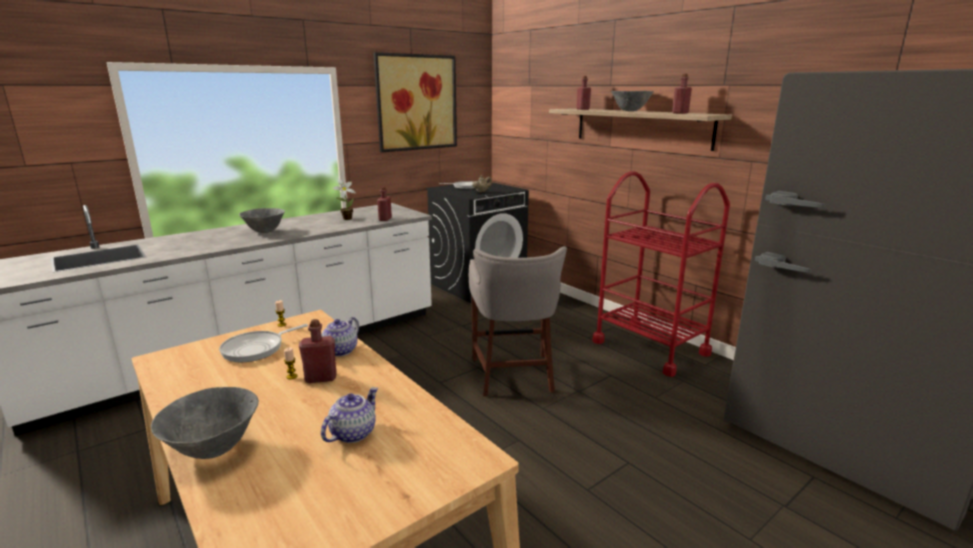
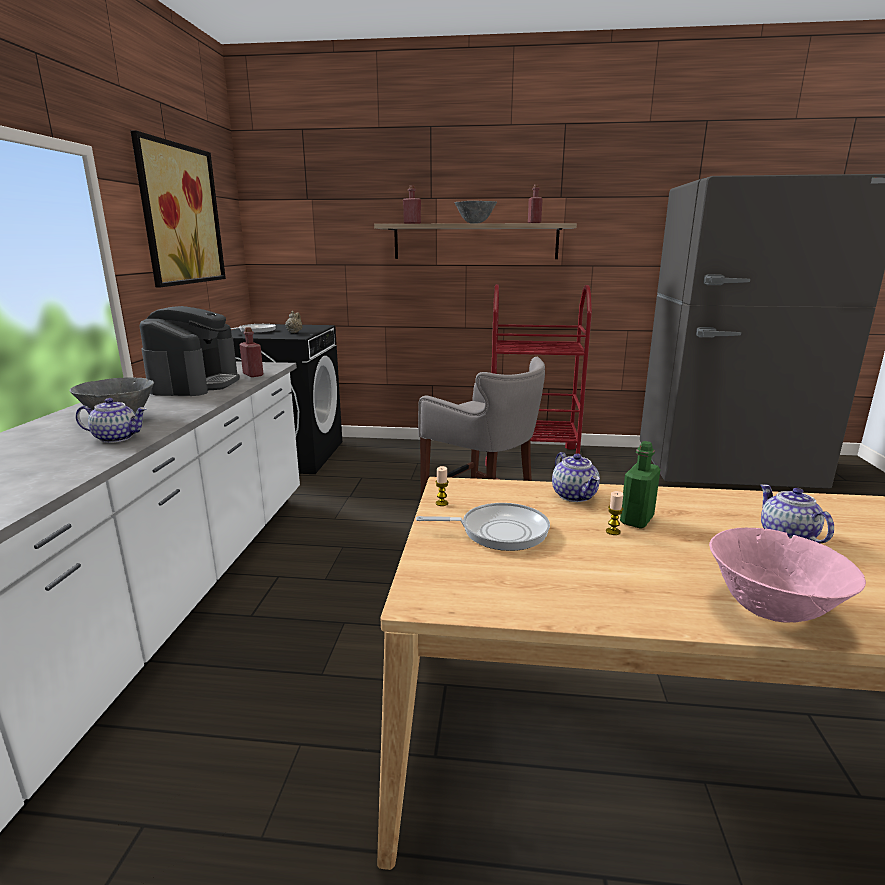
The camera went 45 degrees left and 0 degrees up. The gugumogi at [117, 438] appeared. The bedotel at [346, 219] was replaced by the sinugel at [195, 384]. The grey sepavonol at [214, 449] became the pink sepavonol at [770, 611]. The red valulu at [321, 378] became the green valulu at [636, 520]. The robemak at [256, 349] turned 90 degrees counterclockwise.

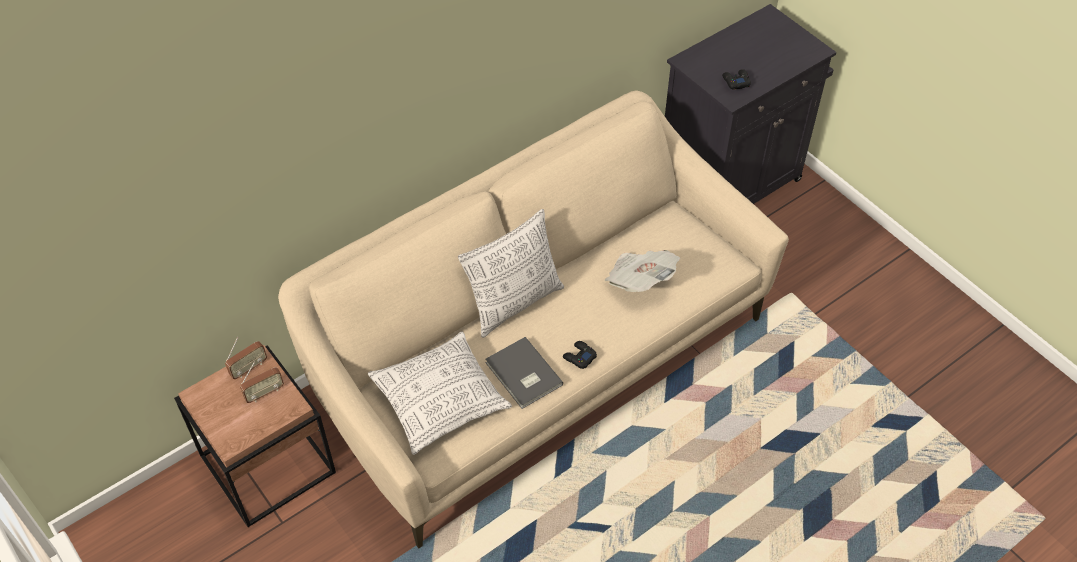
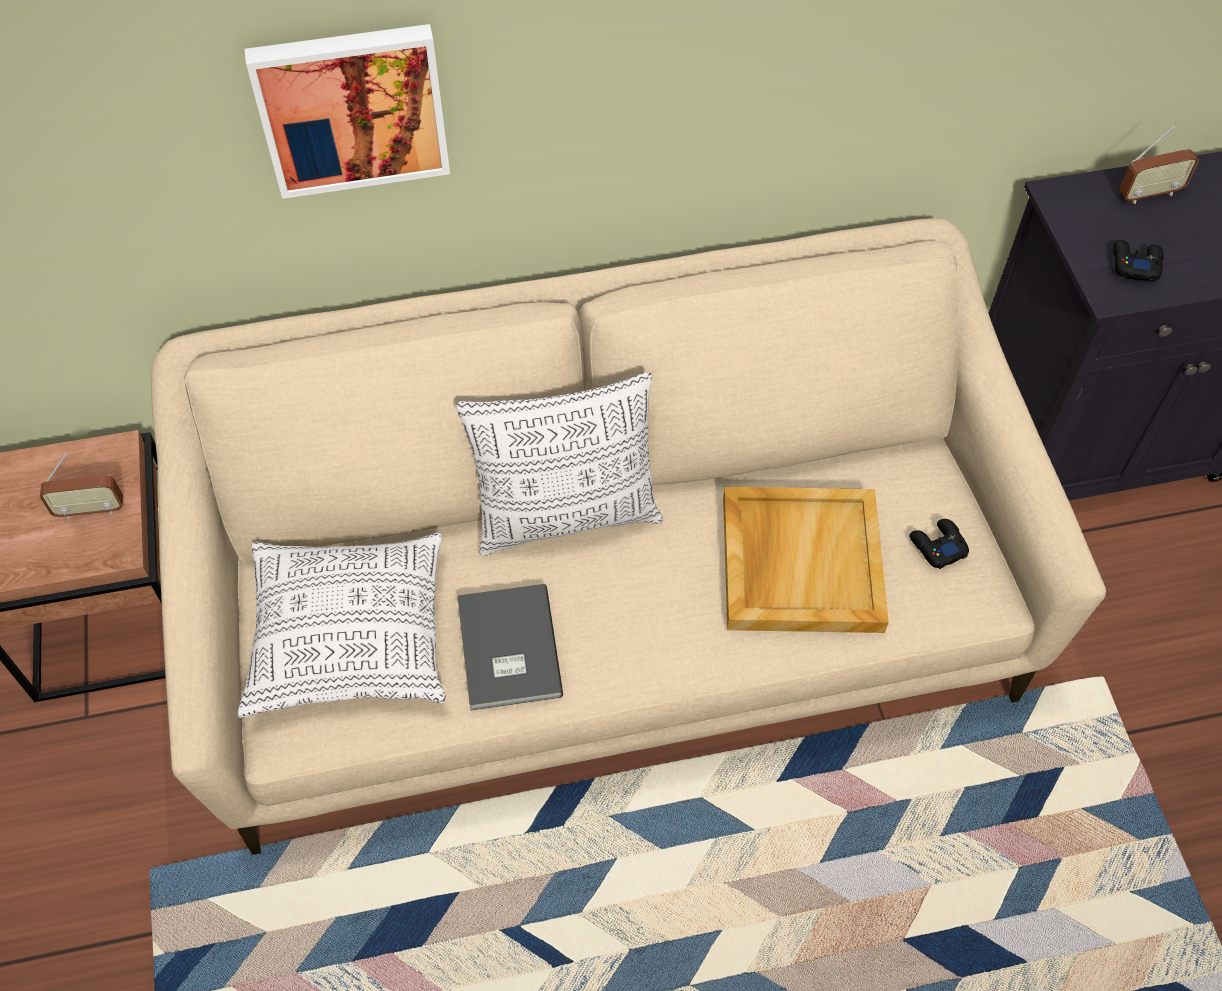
The camera went 25 degrees right and 5 degrees up. The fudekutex at [351, 107] appeared. The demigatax moved from [249, 368] to [1149, 194]. The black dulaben moved from [579, 357] to [937, 546]. The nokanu at [640, 280] was replaced by the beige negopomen at [799, 562].

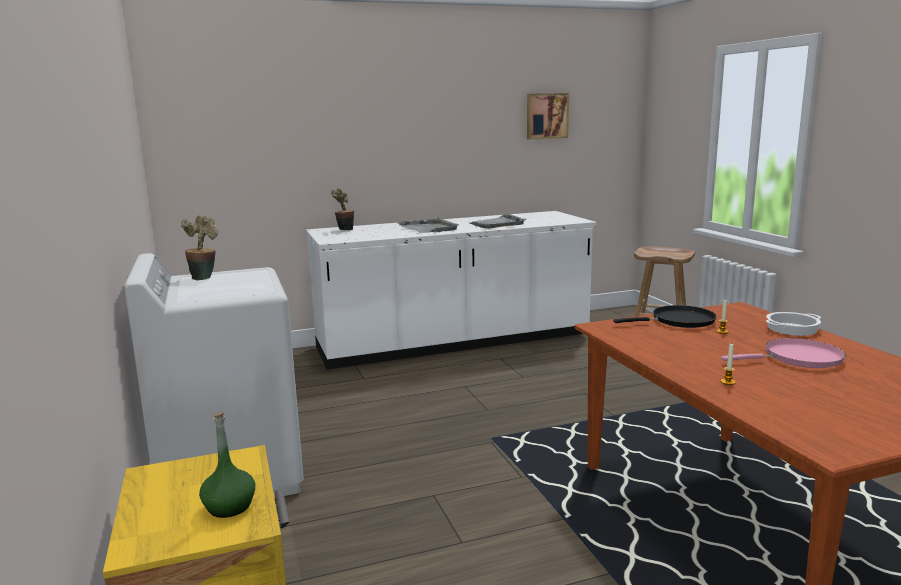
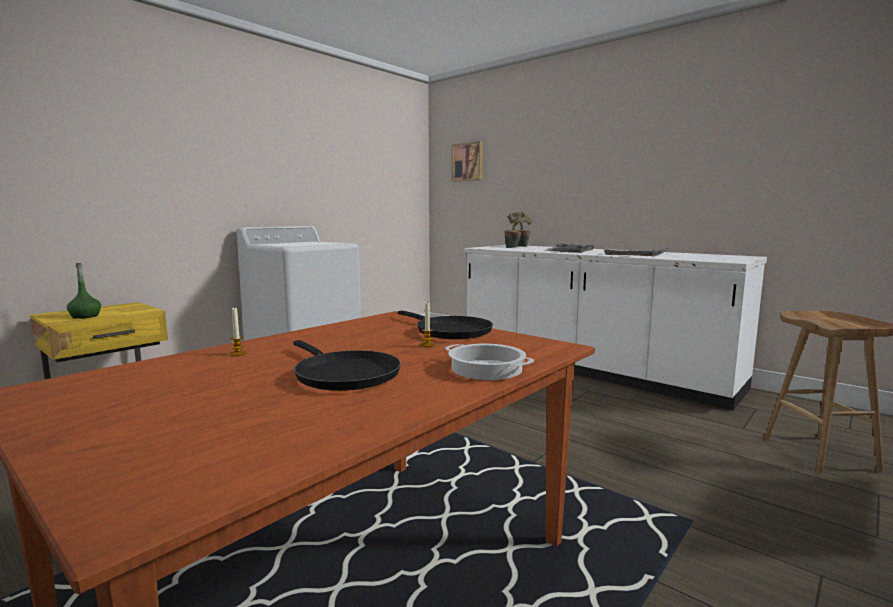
The camera went 60 degrees right and 5 degrees down. The bedotel moved from [204, 277] to [513, 247]. The fudekutex moved from [546, 116] to [468, 162]. The pink robemak at [798, 358] became the black robemak at [343, 374].

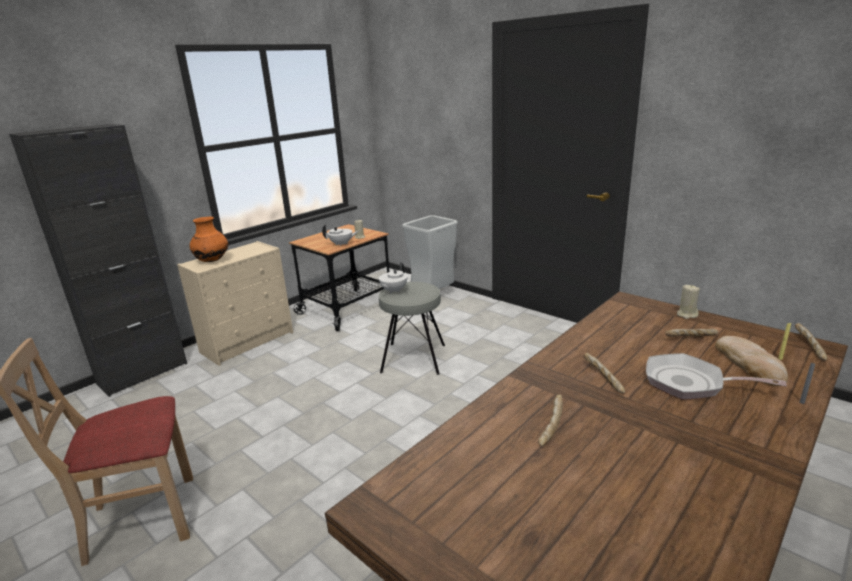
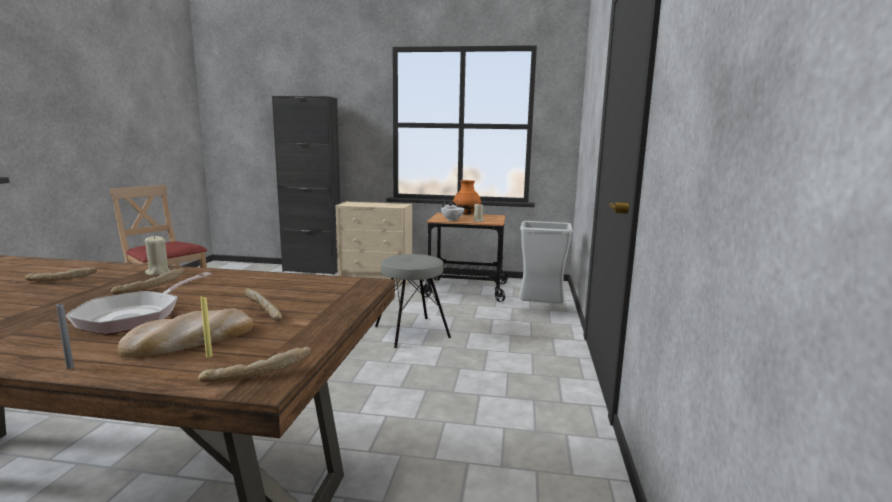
The camera went 55 degrees right and 10 degrees down. The white gugumogi at [393, 291] disappeared. The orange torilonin moved from [212, 261] to [466, 214]. The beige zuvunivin moved from [687, 314] to [158, 273]. The robemak at [690, 383] turned 150 degrees counterclockwise.

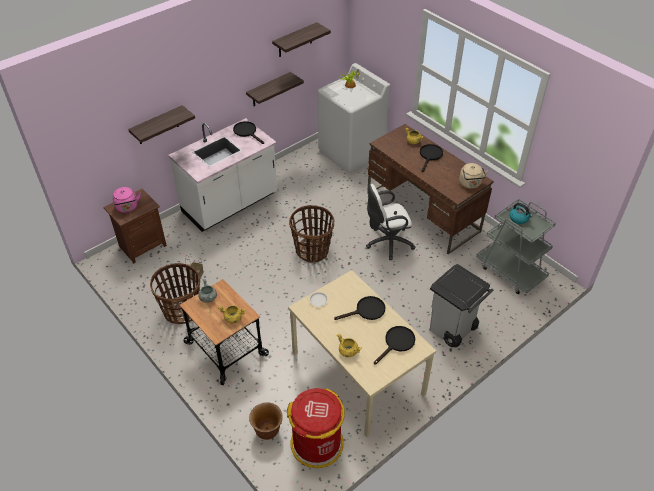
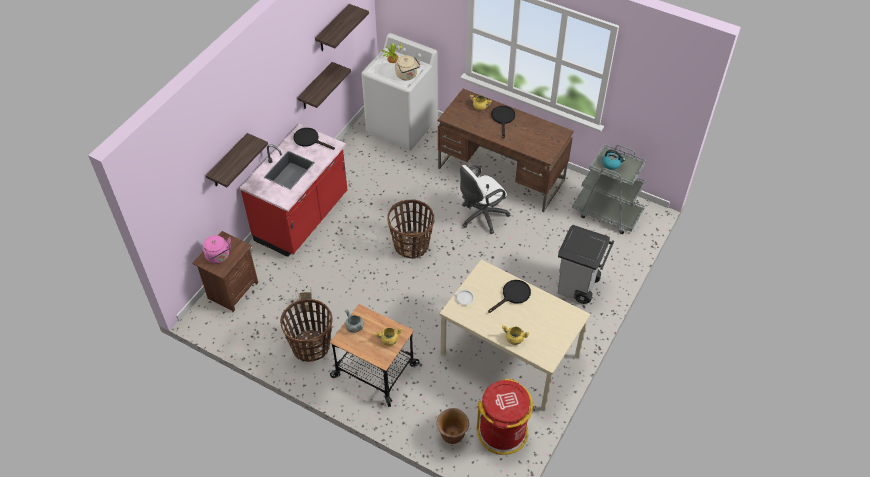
The camera went 20 degrees left and 5 degrees up. The black robemak at [397, 343] disappeared. The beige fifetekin moved from [470, 184] to [407, 76]. The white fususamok at [230, 204] became the red fususamok at [302, 218].

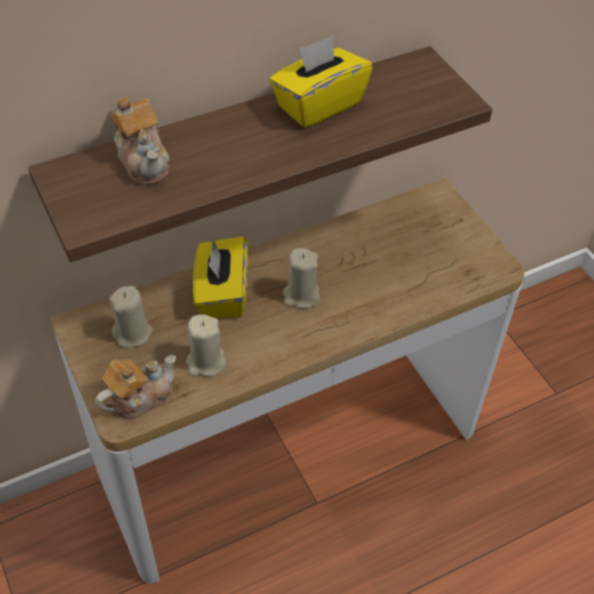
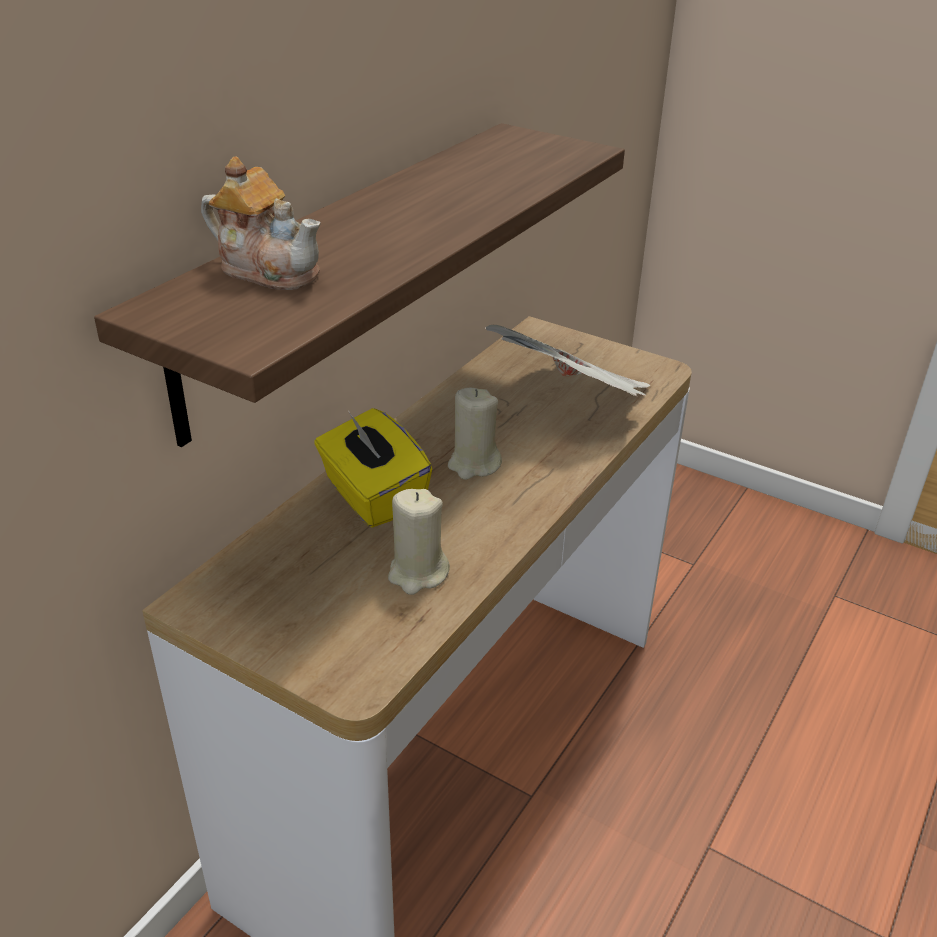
The camera went 30 degrees left and 15 degrees down. The gugumogi at [139, 397] disappeared. The beige zuvunivin at [133, 333] disappeared. The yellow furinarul at [318, 105] disappeared. The nokanu at [571, 401] appeared.

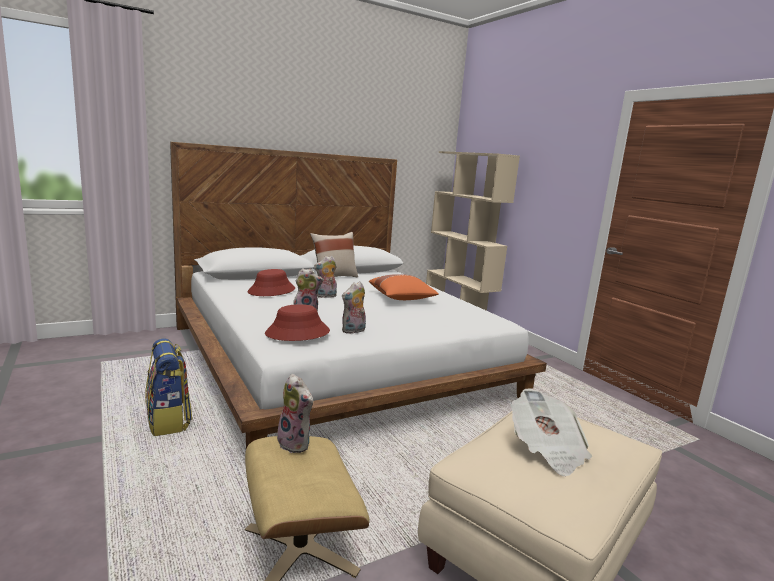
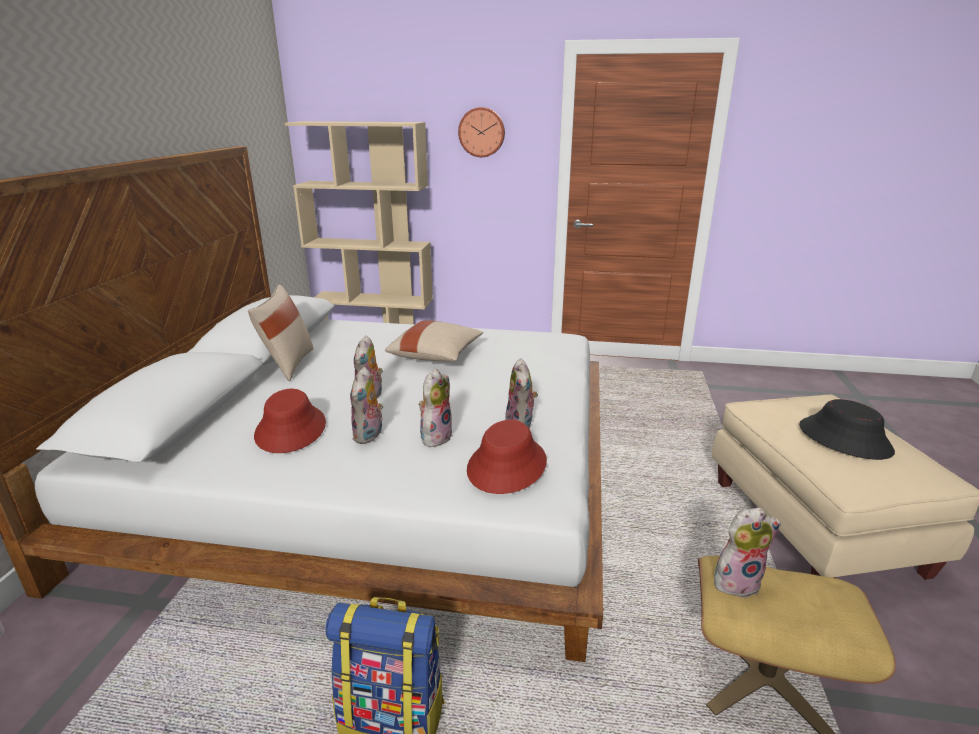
The camera went 50 degrees left and 10 degrees up. The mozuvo at [369, 436] appeared. The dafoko at [482, 132] appeared. The nokanu at [547, 450] was replaced by the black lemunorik at [844, 438]. The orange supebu at [402, 298] became the beige supebu at [436, 355].

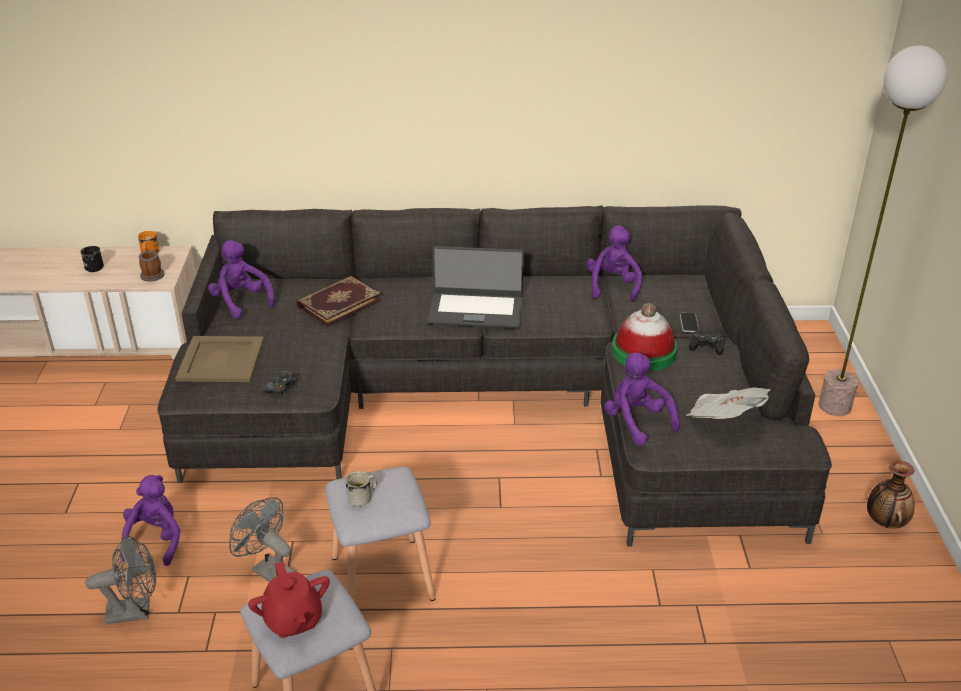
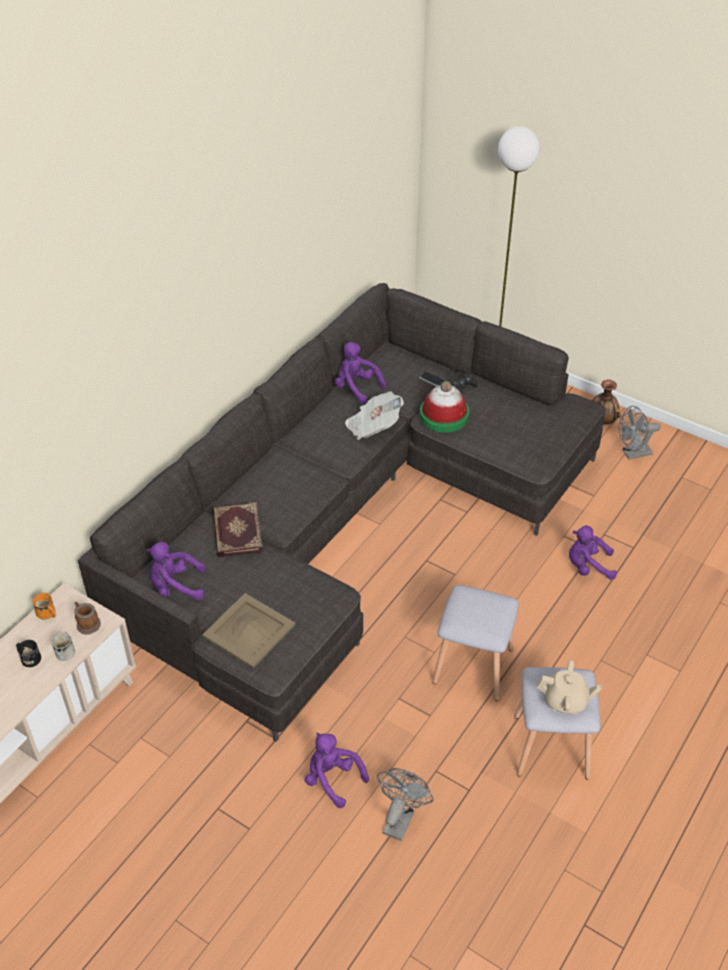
The camera went 55 degrees left and 10 degrees up. The black dulaben at [281, 387] disappeared. The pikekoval at [475, 310] disappeared. The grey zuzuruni moved from [268, 570] to [632, 454]. The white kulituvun moved from [363, 497] to [66, 651]. The purple mozuvo moved from [636, 421] to [587, 566]. The nokanu moved from [724, 419] to [373, 426]. The red gugumogi at [293, 620] became the beige gugumogi at [565, 701].

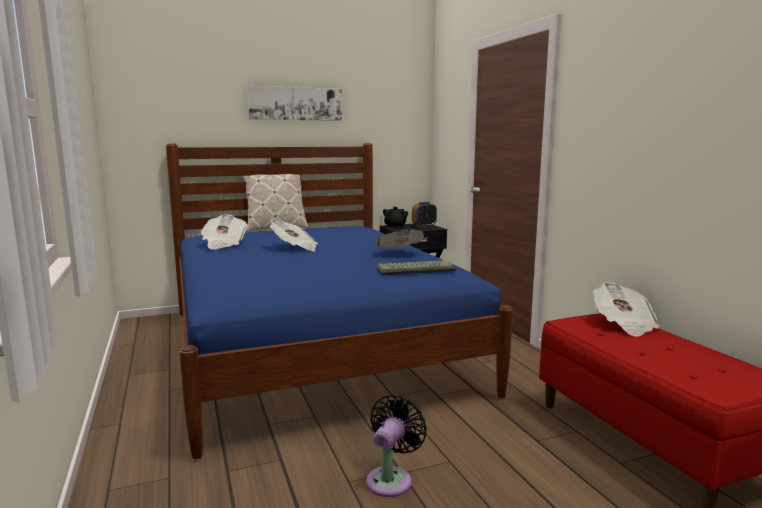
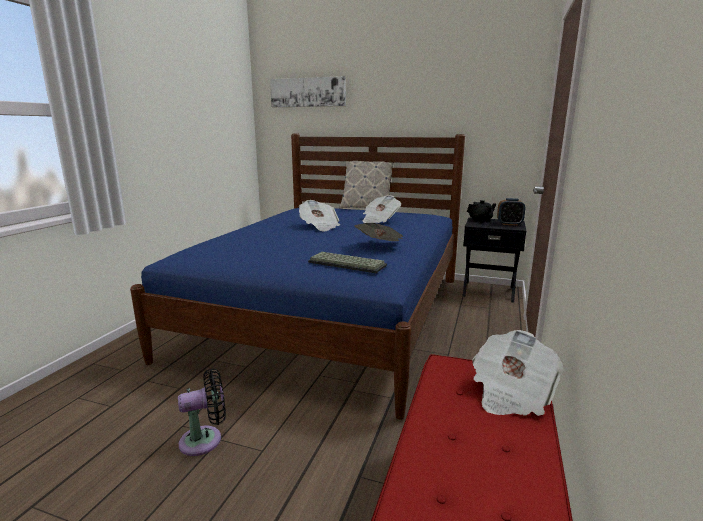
The camera went 40 degrees right and 5 degrees up. The nokanu moved from [223, 244] to [379, 220]. The fudekutex moved from [295, 103] to [308, 92].

